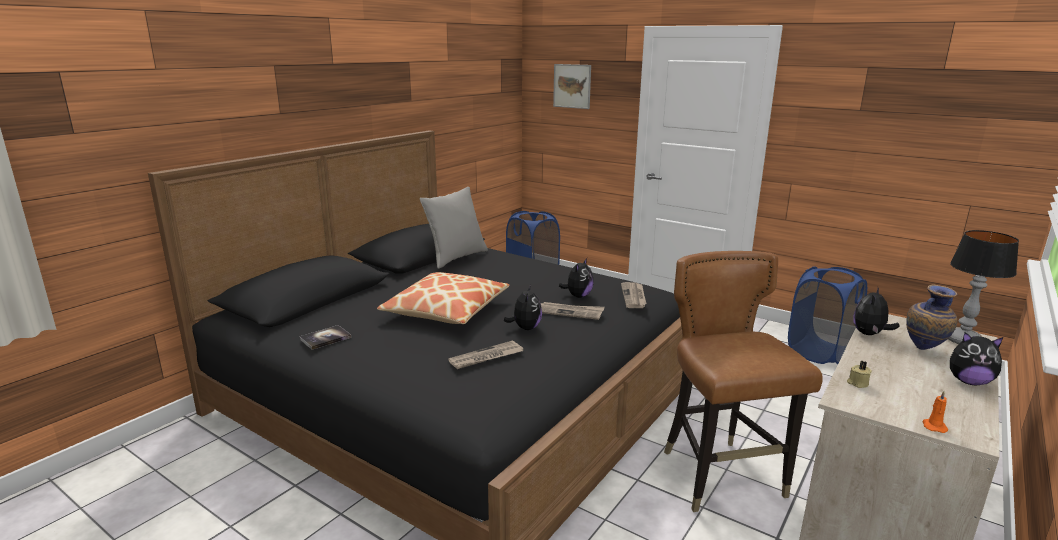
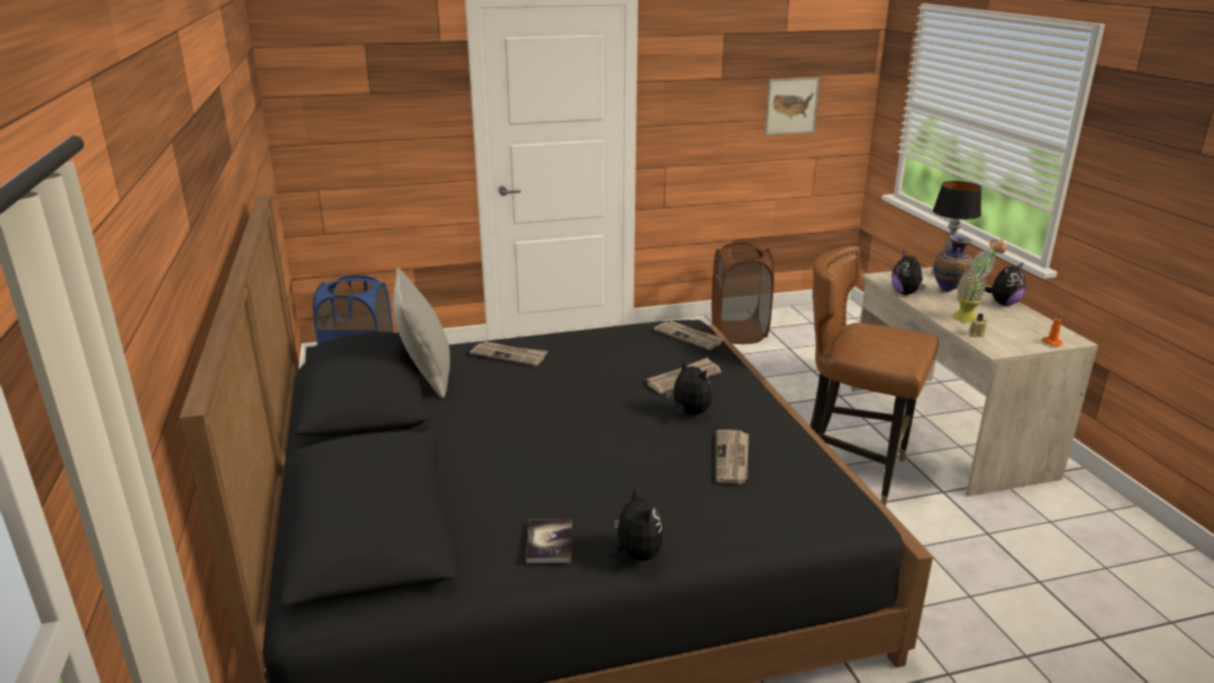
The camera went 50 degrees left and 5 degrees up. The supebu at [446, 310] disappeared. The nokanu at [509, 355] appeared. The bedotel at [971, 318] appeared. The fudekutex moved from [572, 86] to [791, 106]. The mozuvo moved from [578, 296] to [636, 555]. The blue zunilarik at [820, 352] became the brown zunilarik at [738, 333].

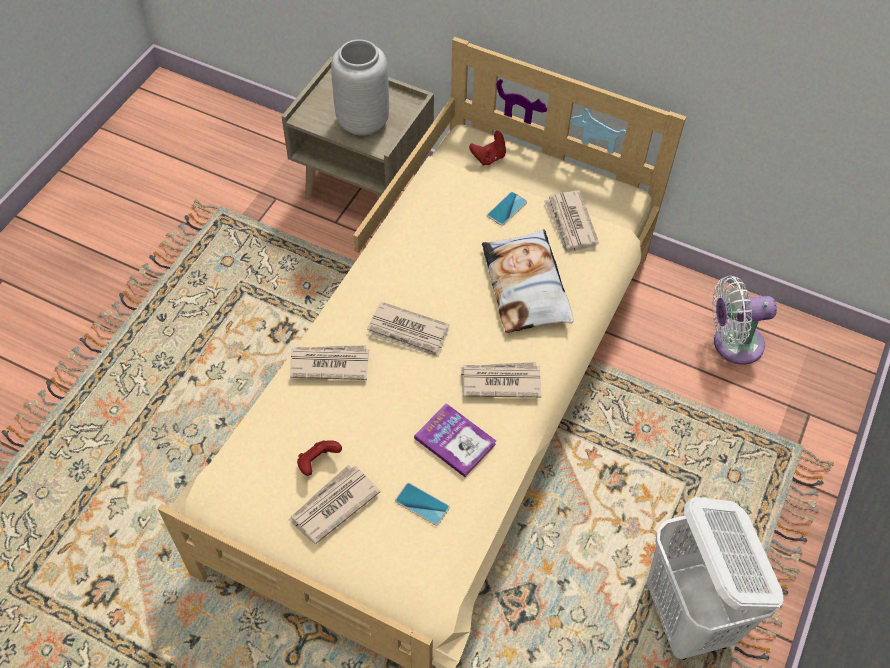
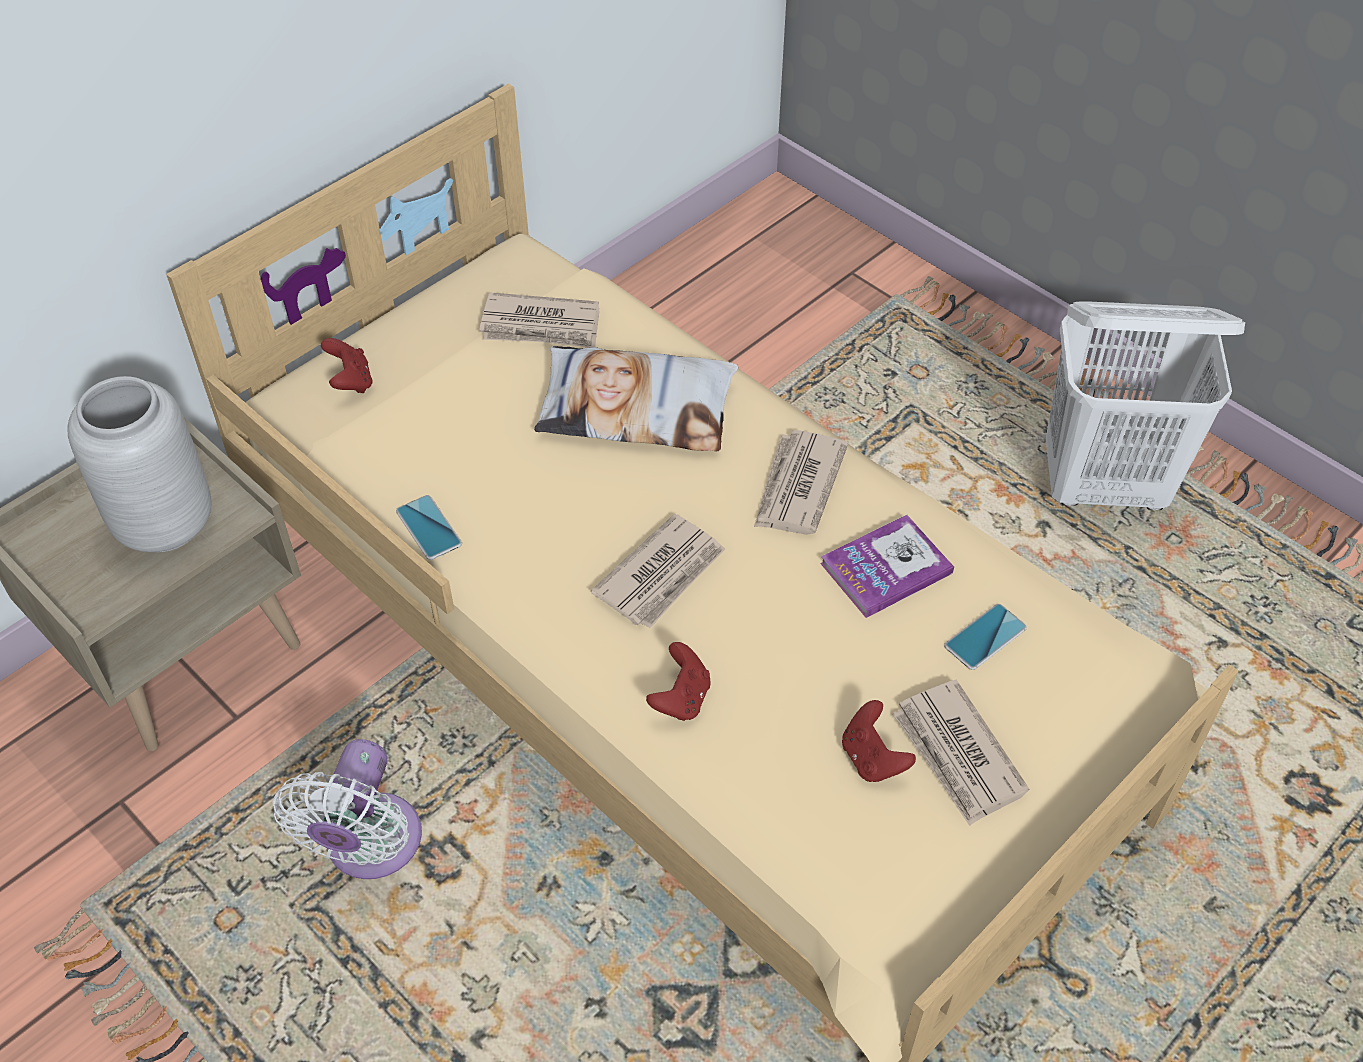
The camera went 70 degrees left and 5 degrees down. The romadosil moved from [507, 209] to [429, 528]. The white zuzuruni moved from [732, 343] to [370, 848]. The nokanu at [329, 363] was replaced by the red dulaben at [681, 698].

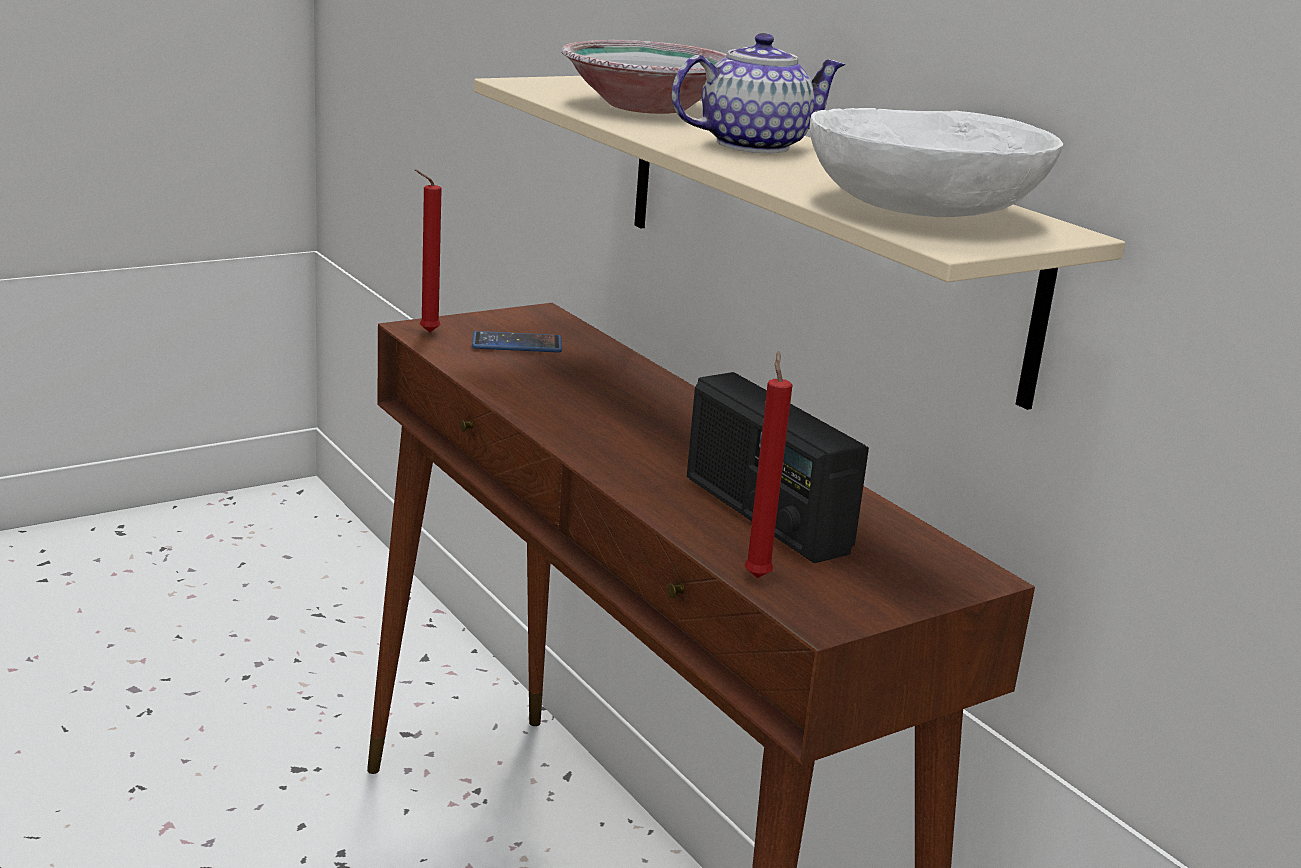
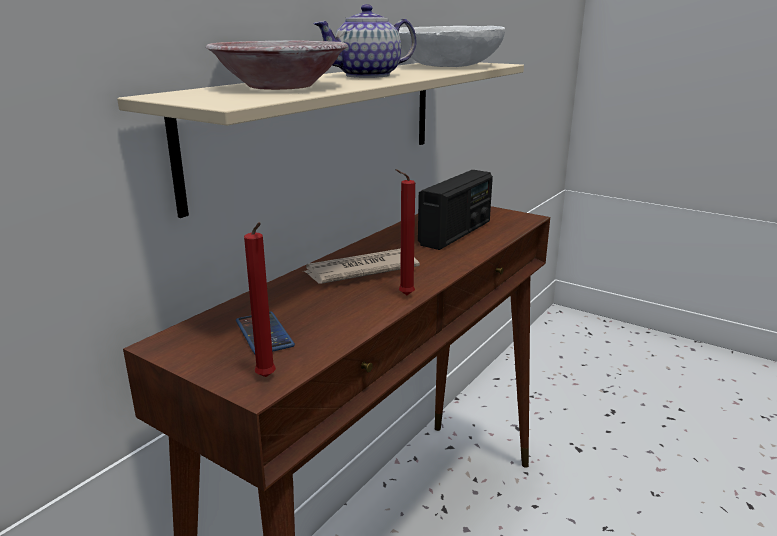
The camera went 110 degrees left and 0 degrees up. The nokanu at [359, 270] appeared. The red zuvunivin moved from [757, 575] to [404, 296]. The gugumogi at [751, 145] turned 75 degrees counterclockwise.

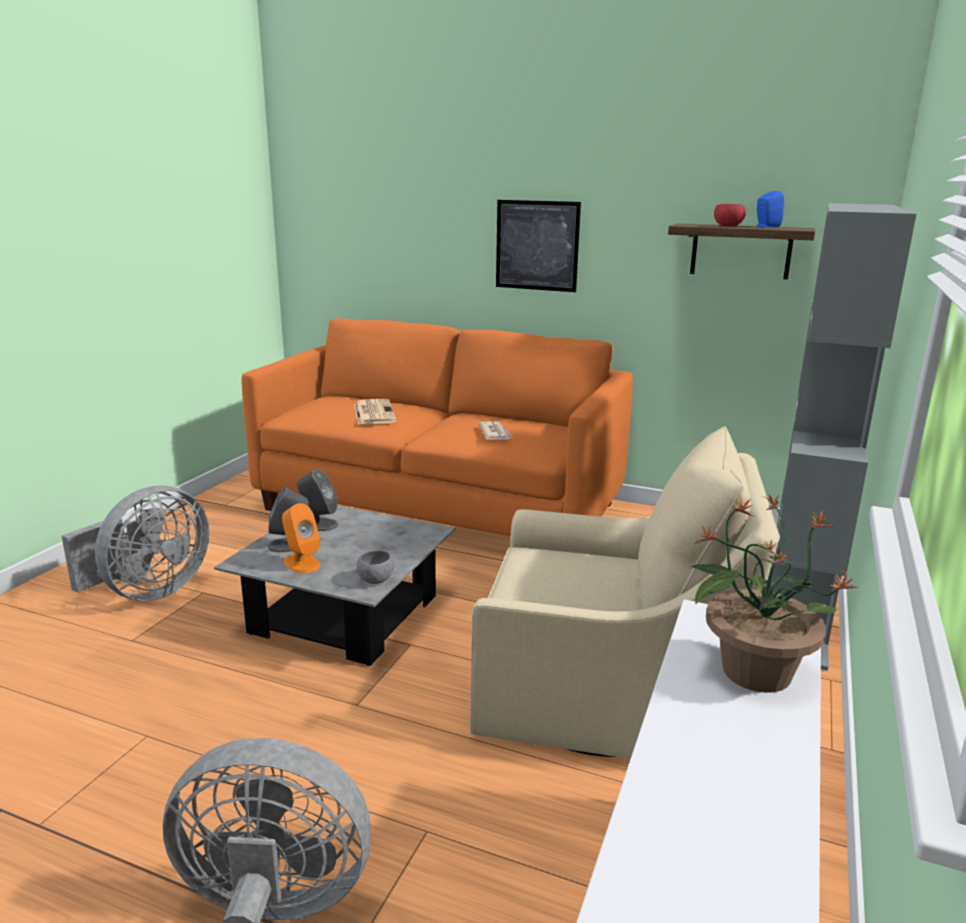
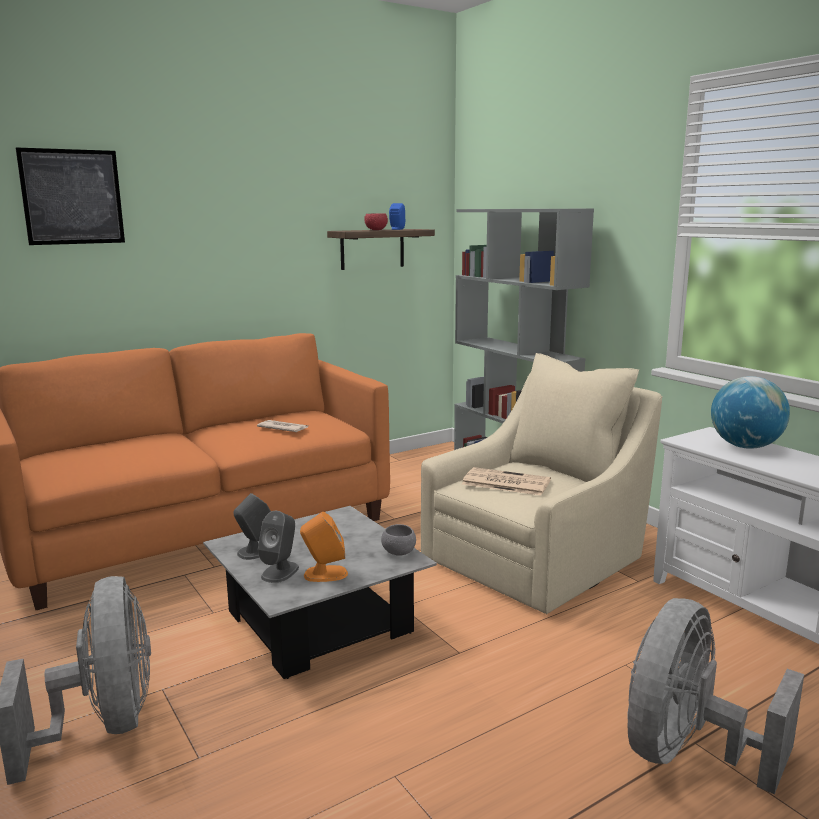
The camera went 55 degrees left and 5 degrees down. The nokanu moved from [373, 413] to [504, 482]. The fudekutex moved from [537, 245] to [72, 197]. The bedotel at [754, 671] was replaced by the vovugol at [745, 446].

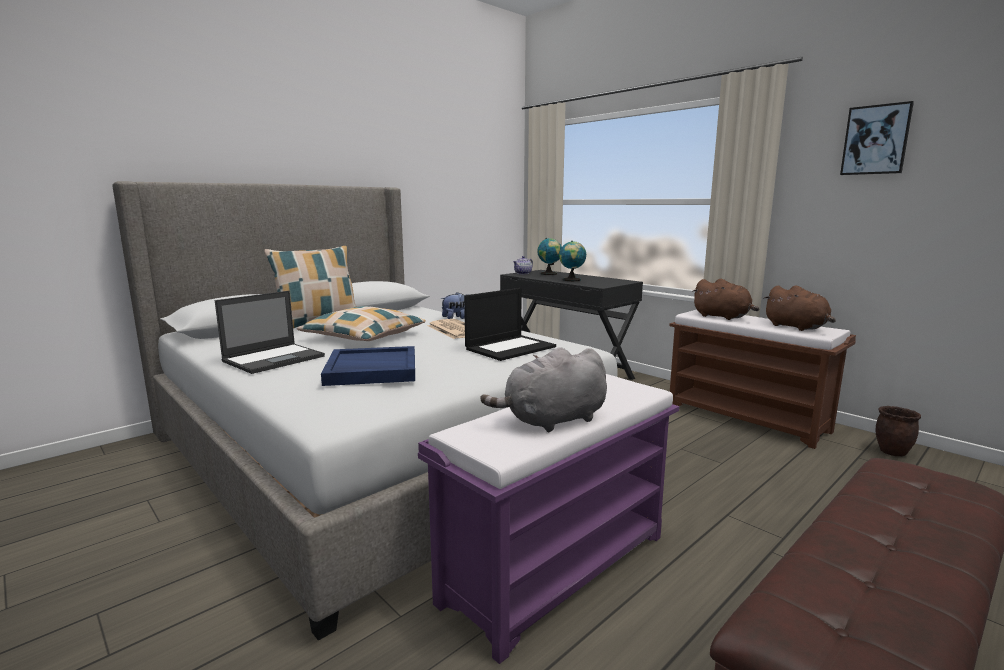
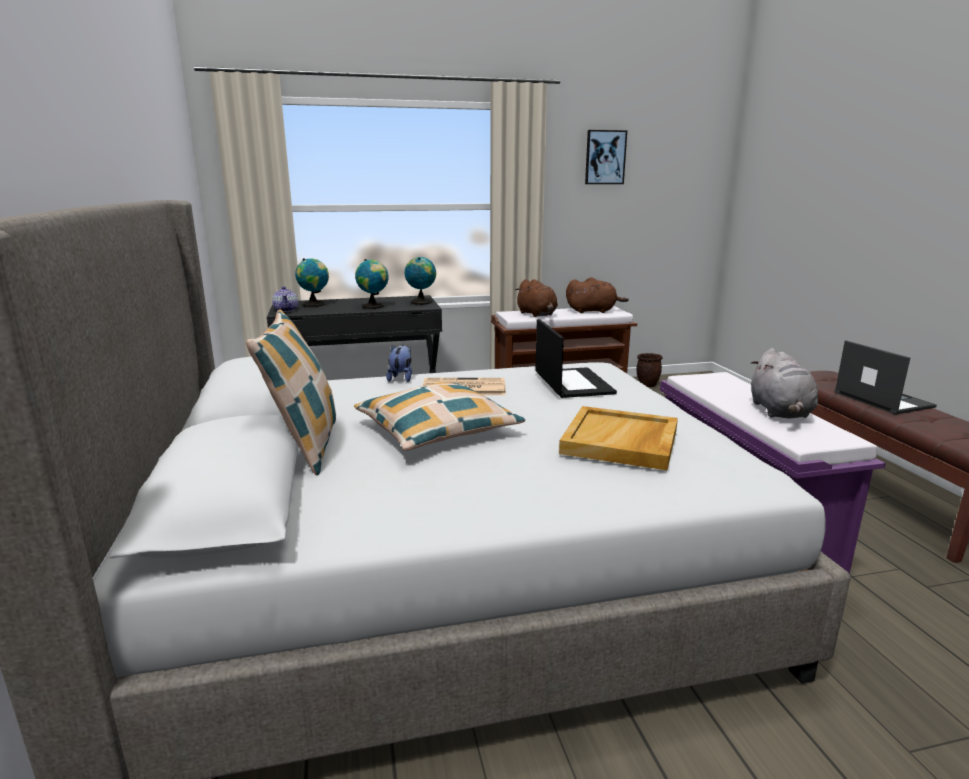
The camera went 60 degrees left and 5 degrees up. The vovugol at [421, 302] appeared. The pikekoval moved from [275, 358] to [881, 399]. The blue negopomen at [371, 370] became the beige negopomen at [621, 442]. The brown mozuvo at [723, 317] turned 75 degrees clockwise.

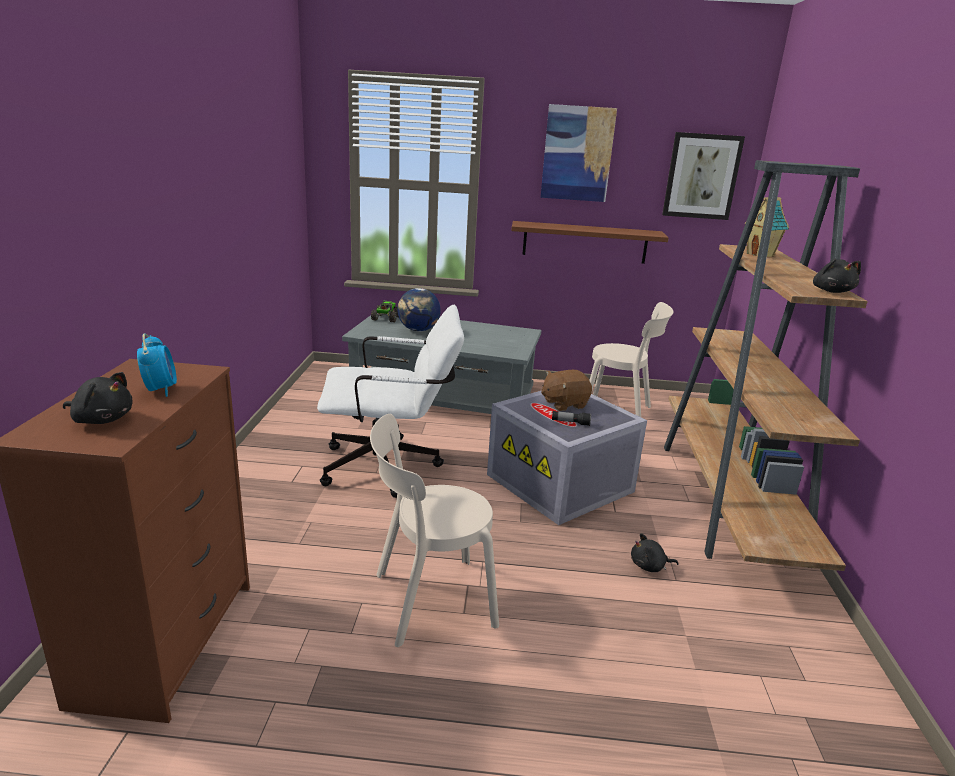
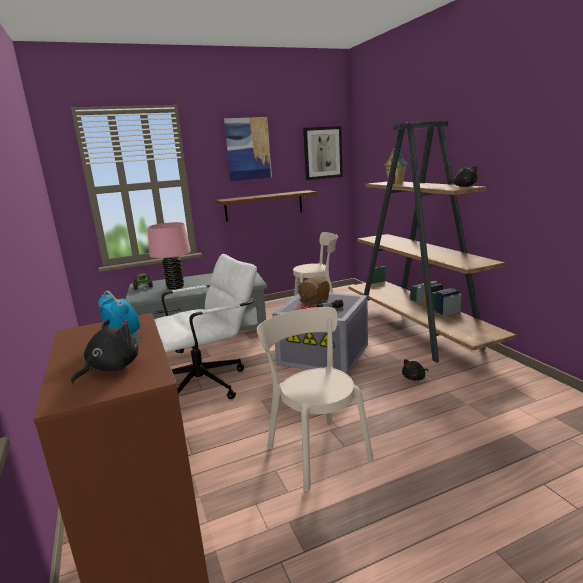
The camera went 25 degrees left and 5 degrees down. The vovugol at [418, 330] was replaced by the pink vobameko at [175, 287]. The black mozuvo at [102, 419] turned 45 degrees counterclockwise. The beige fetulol at [428, 601] turned 105 degrees clockwise.

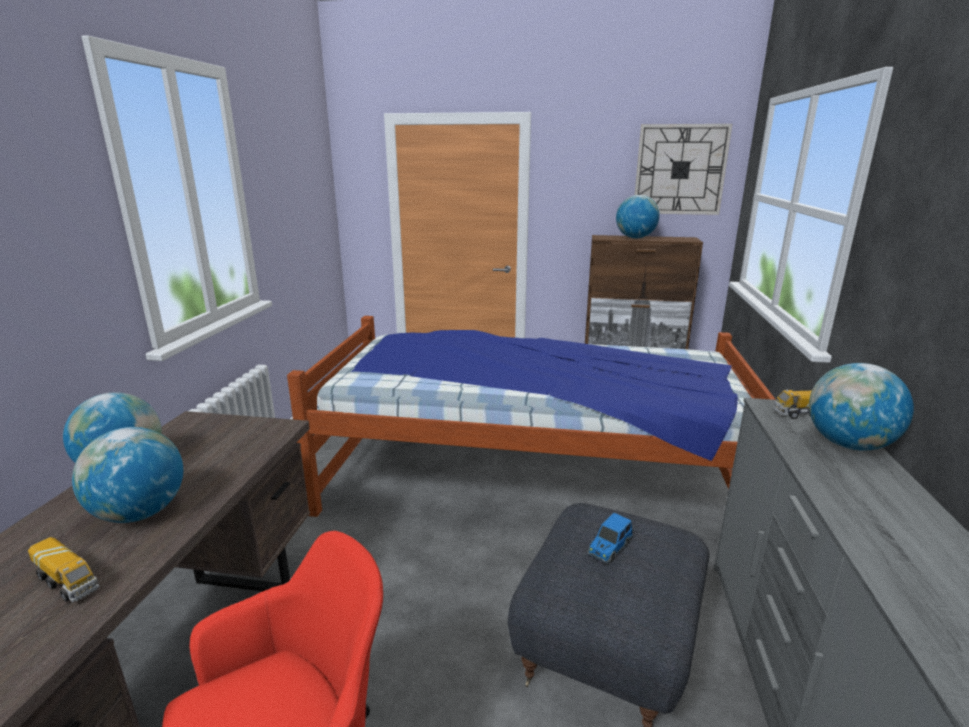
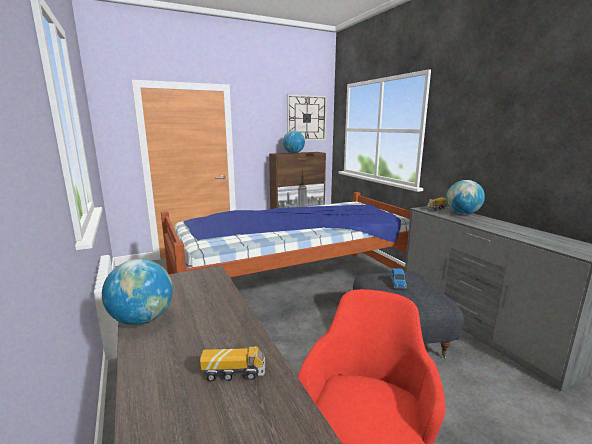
The camera went 35 degrees left and 5 degrees down. The vovugol at [140, 513] disappeared.

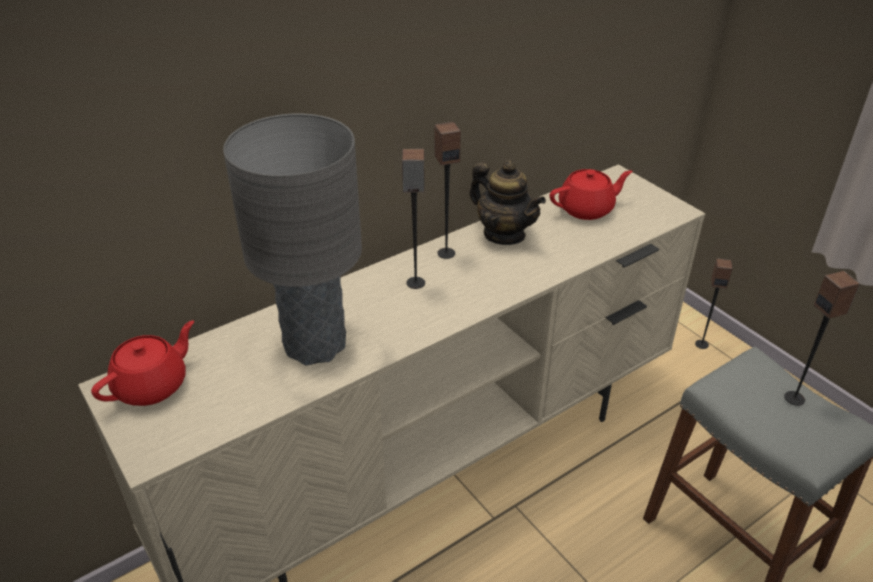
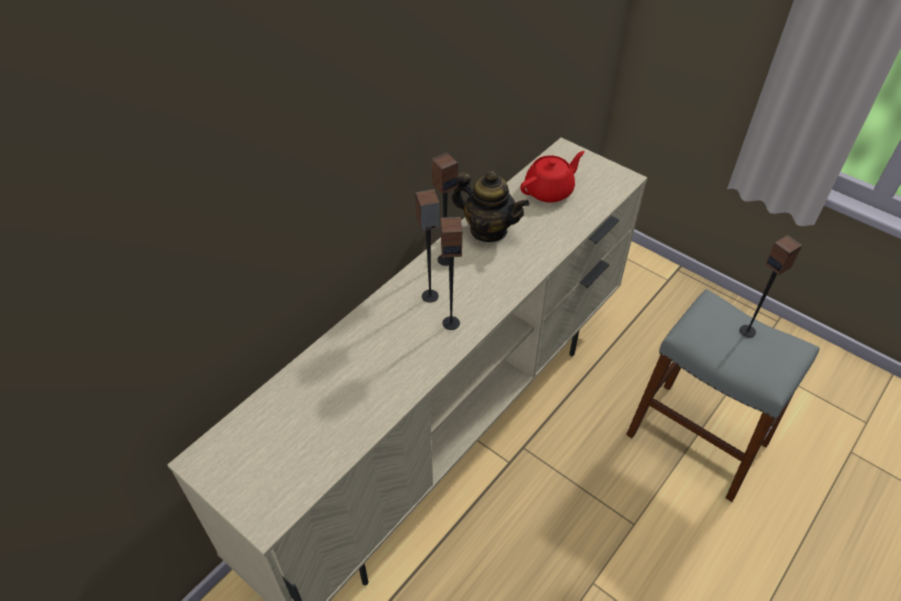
The camera went 15 degrees left and 10 degrees up. The red gugumogi at [153, 385] disappeared. The grey vobameko at [315, 344] disappeared. The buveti moved from [701, 344] to [451, 323].

